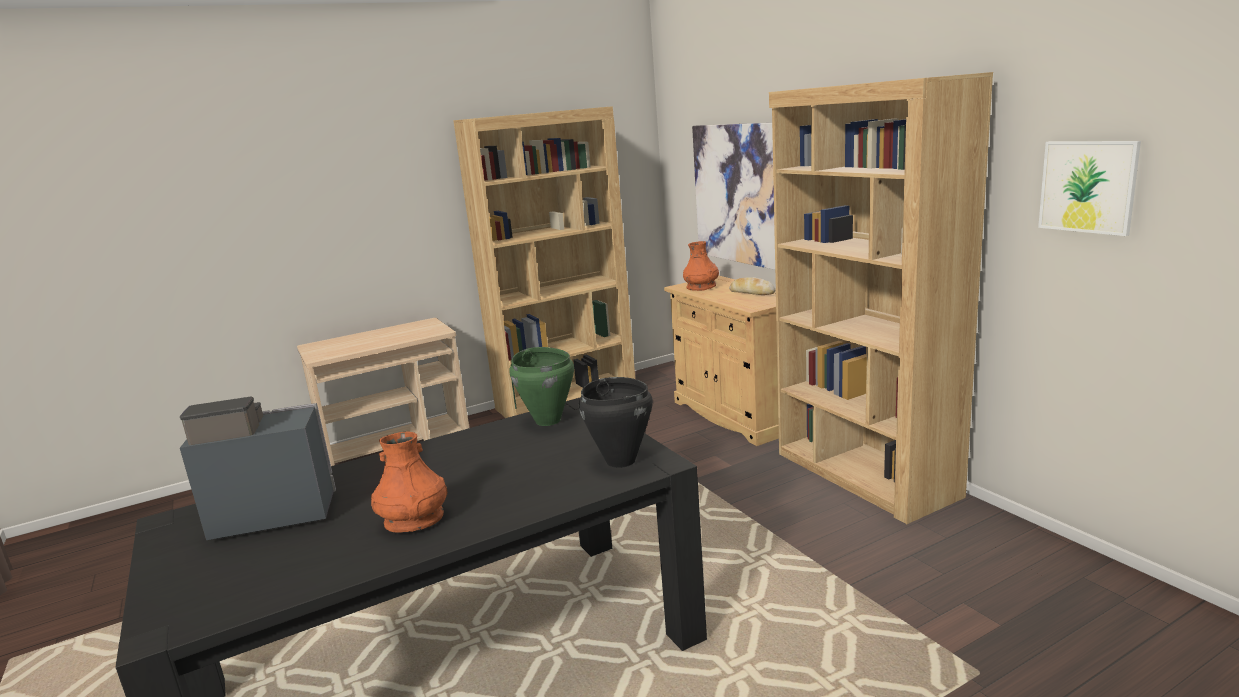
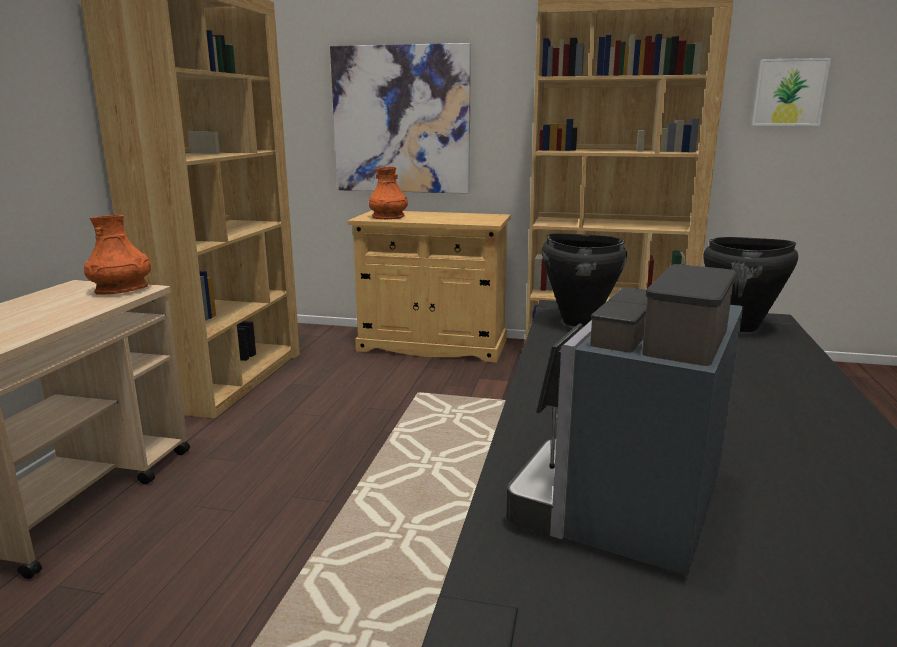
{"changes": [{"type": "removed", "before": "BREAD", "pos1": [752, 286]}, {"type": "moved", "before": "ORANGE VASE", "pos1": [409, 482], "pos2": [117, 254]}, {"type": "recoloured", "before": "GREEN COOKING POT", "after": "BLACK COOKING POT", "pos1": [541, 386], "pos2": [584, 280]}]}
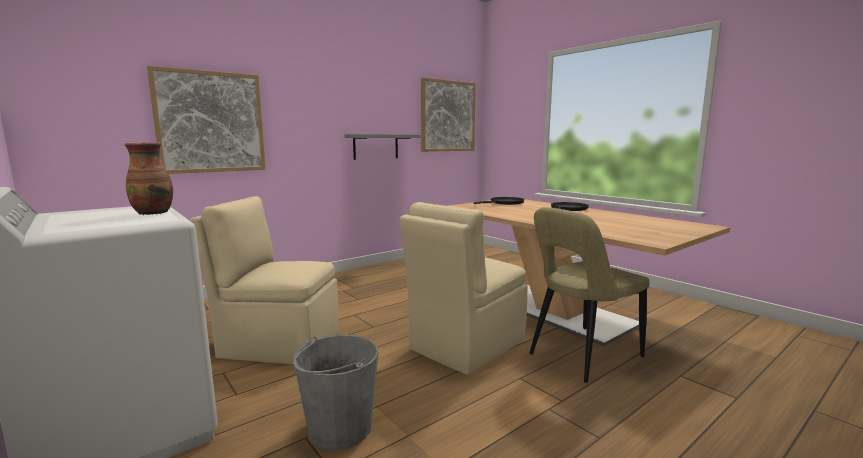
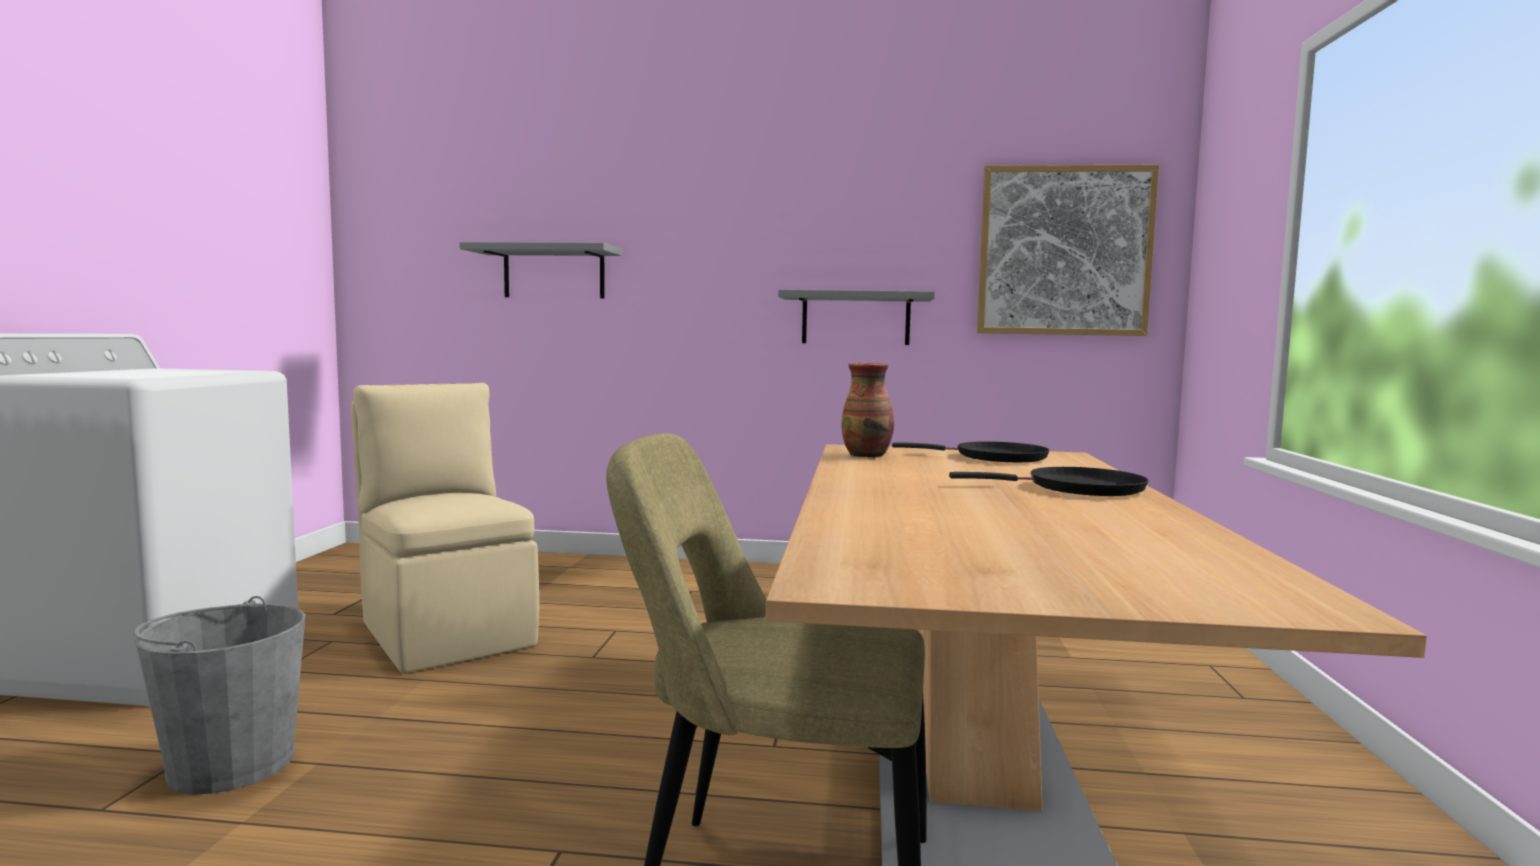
{"changes": [{"type": "removed", "before": "BEIGE CHAIR", "pos1": [463, 288]}, {"type": "moved", "before": "VASE", "pos1": [149, 179], "pos2": [868, 410]}, {"type": "replaced", "before": "PICTURE", "after": "GREY SHELF", "pos1": [206, 120], "pos2": [540, 270]}]}
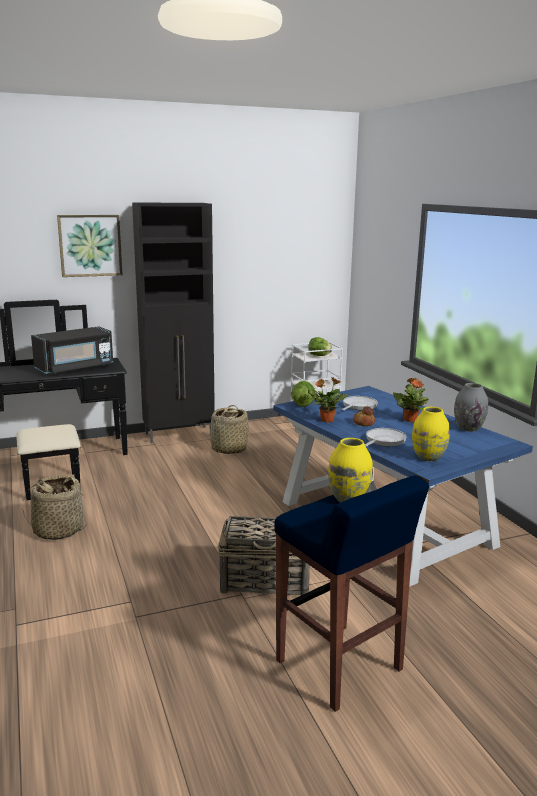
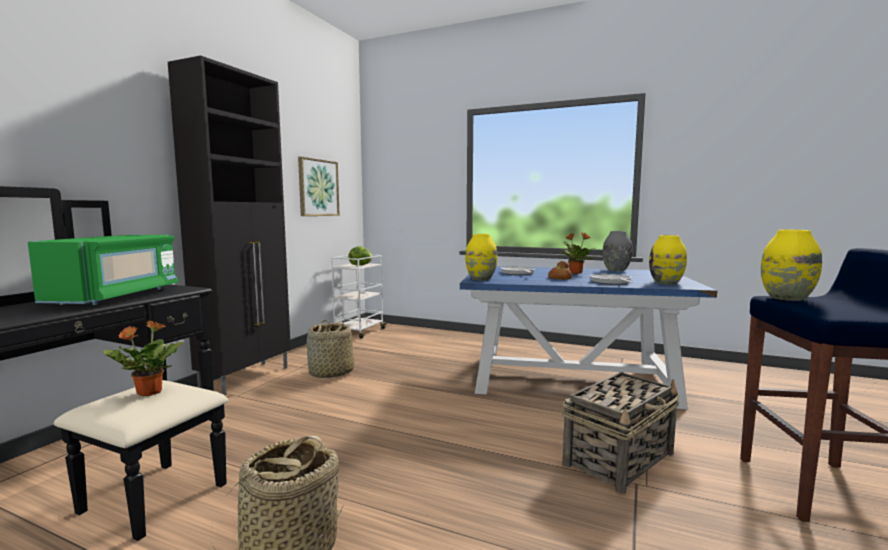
{"changes": [{"type": "moved", "before": "PICTURE", "pos1": [90, 246], "pos2": [319, 186]}, {"type": "moved", "before": "POTTED PLANT", "pos1": [328, 400], "pos2": [143, 358]}, {"type": "replaced", "before": "LETTUCE", "after": "YELLOW VASE", "pos1": [303, 394], "pos2": [481, 257]}, {"type": "recoloured", "before": "BLACK MICROWAVE", "after": "GREEN MICROWAVE", "pos1": [72, 350], "pos2": [103, 270]}]}
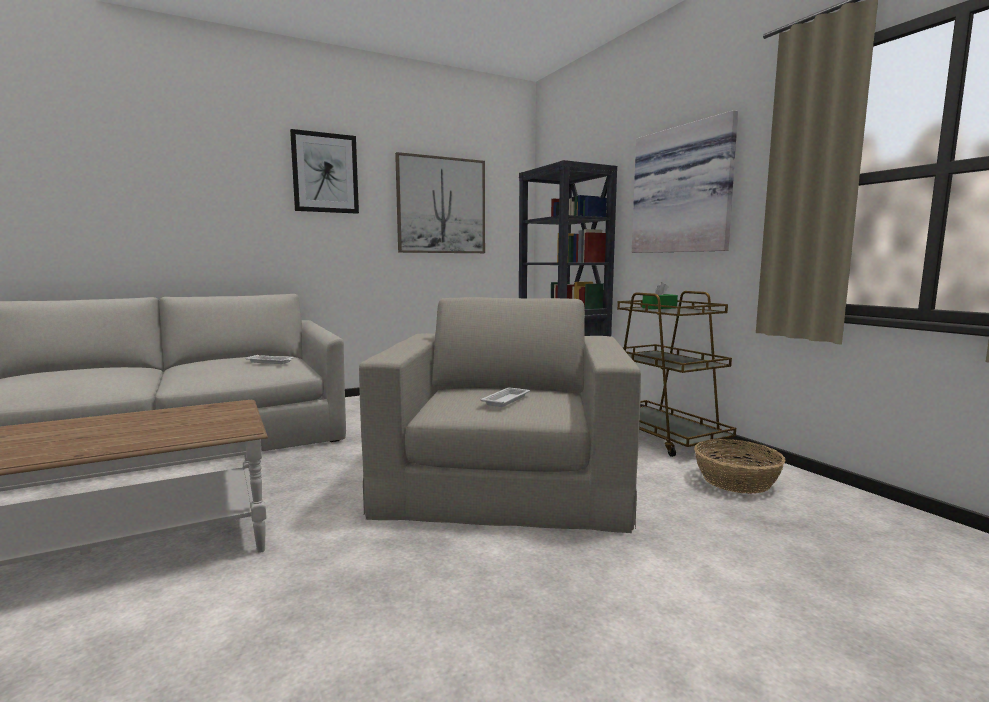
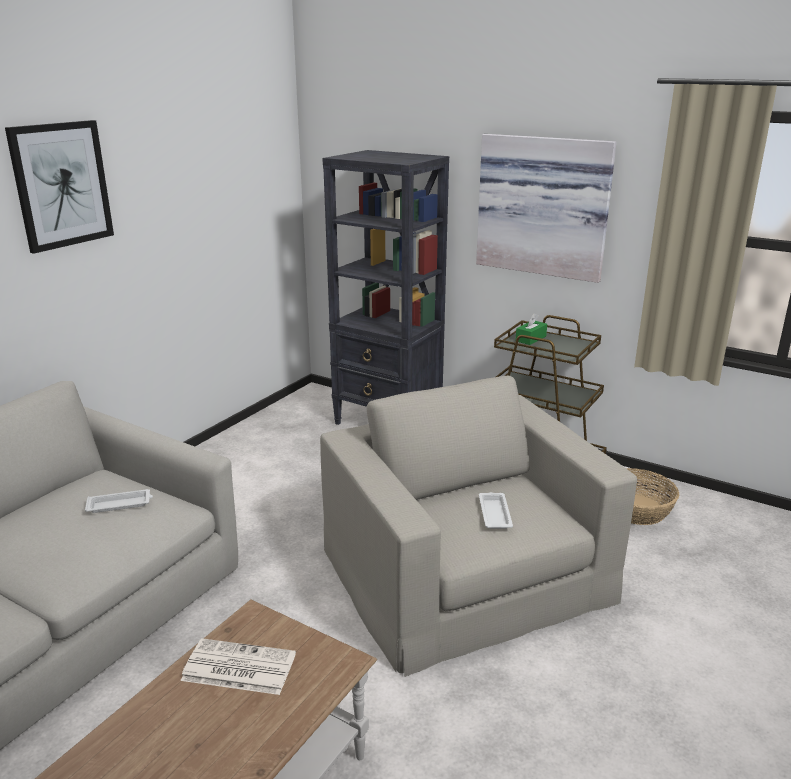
{"changes": [{"type": "removed", "before": "PICTURE", "pos1": [440, 202]}, {"type": "added", "after": "NEWSPAPER", "pos2": [238, 666]}]}
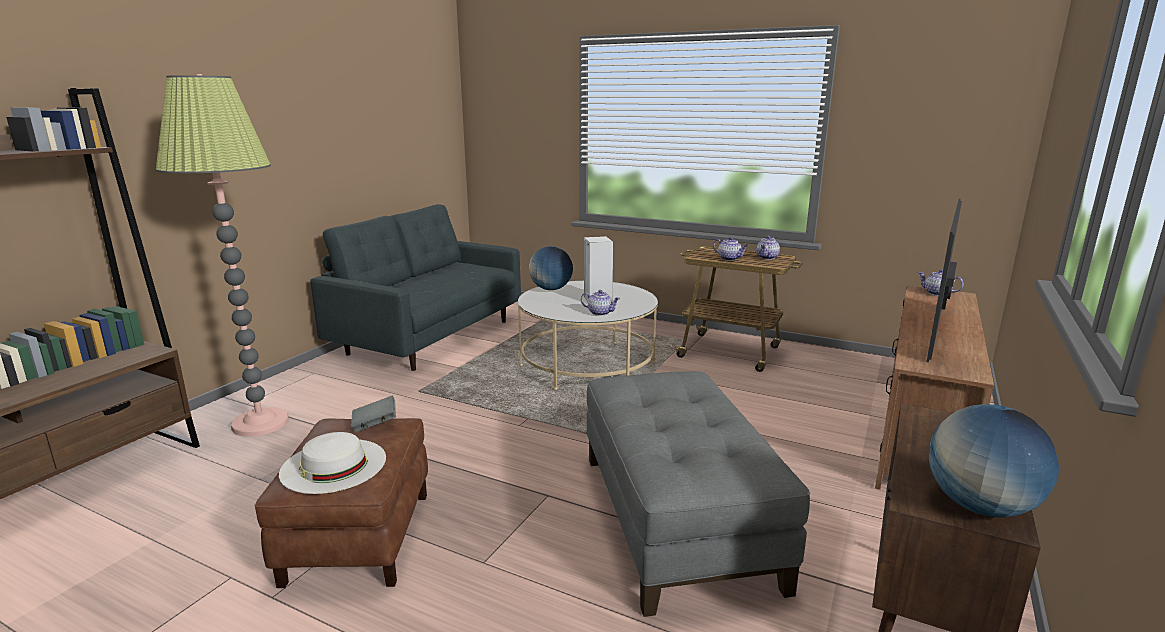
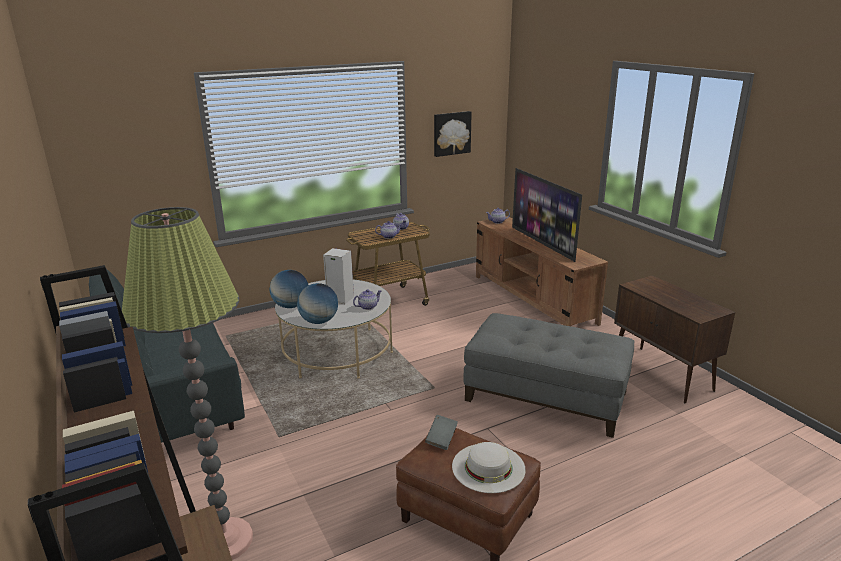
{"changes": [{"type": "added", "after": "PICTURE", "pos2": [453, 134]}, {"type": "moved", "before": "GLOBE", "pos1": [994, 461], "pos2": [317, 303]}]}
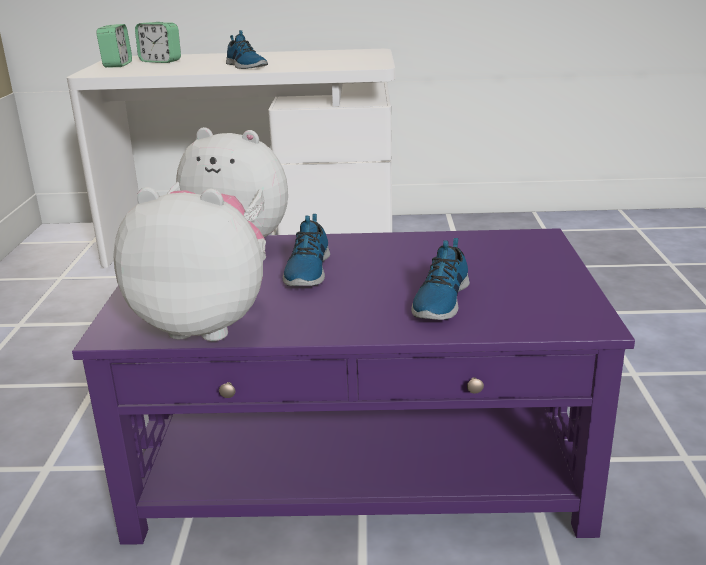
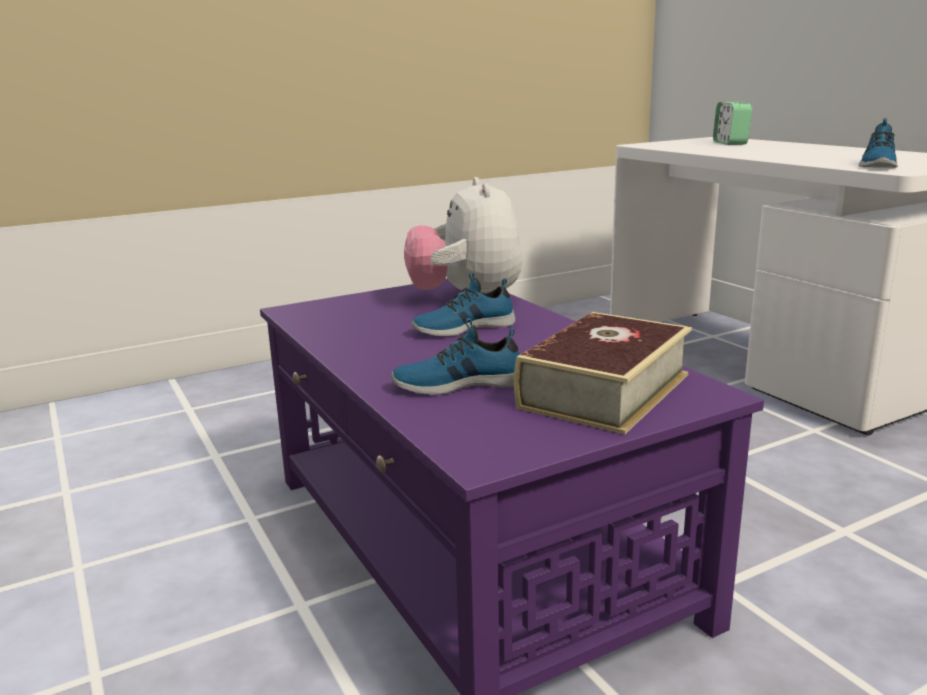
{"changes": [{"type": "removed", "before": "ALARM CLOCK", "pos1": [114, 45]}, {"type": "removed", "before": "PLUSH TOY", "pos1": [189, 264]}, {"type": "added", "after": "BOOK", "pos2": [603, 373]}, {"type": "moved", "before": "SHOE", "pos1": [247, 49], "pos2": [878, 143]}]}
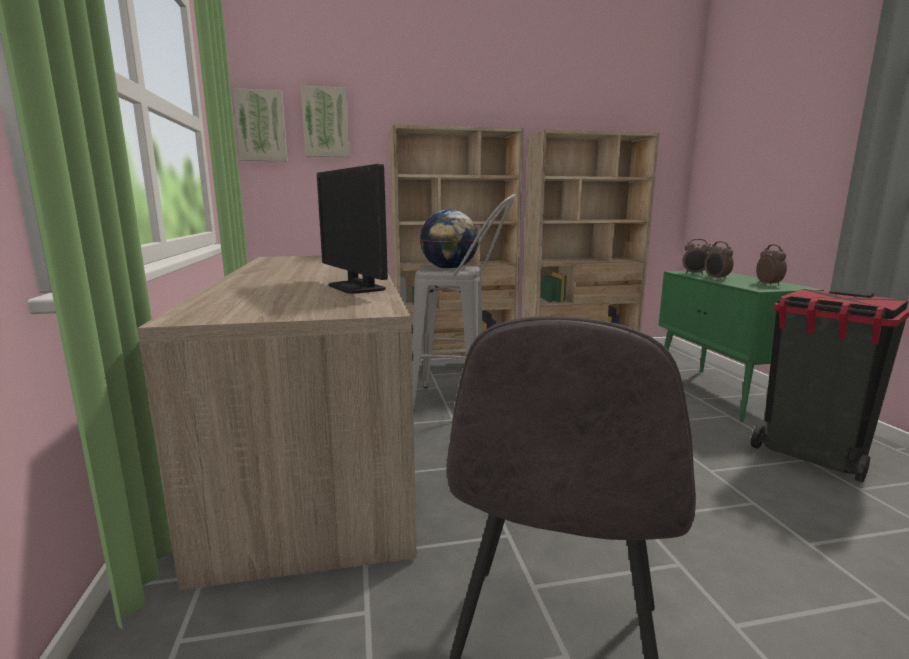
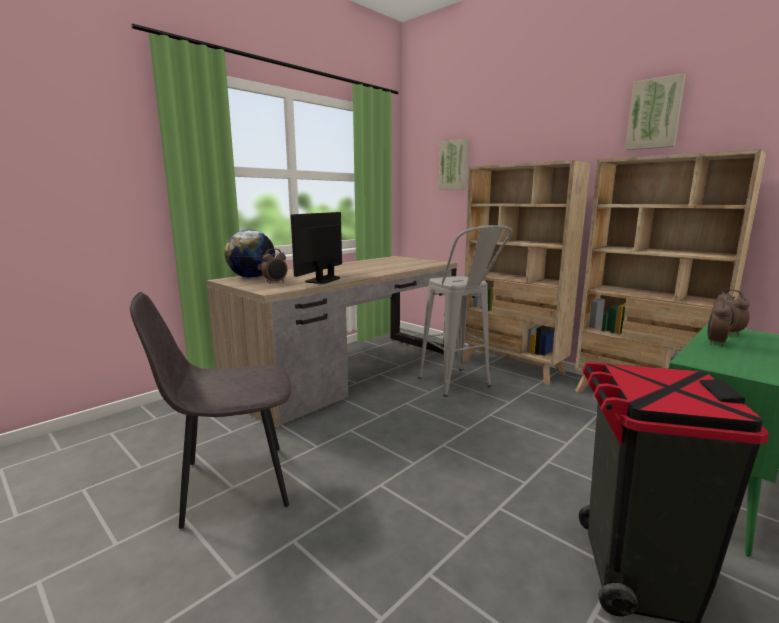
{"changes": [{"type": "moved", "before": "PICTURE", "pos1": [260, 124], "pos2": [655, 112]}, {"type": "moved", "before": "GLOBE", "pos1": [449, 239], "pos2": [250, 253]}, {"type": "moved", "before": "ALARM CLOCK", "pos1": [771, 265], "pos2": [274, 266]}]}
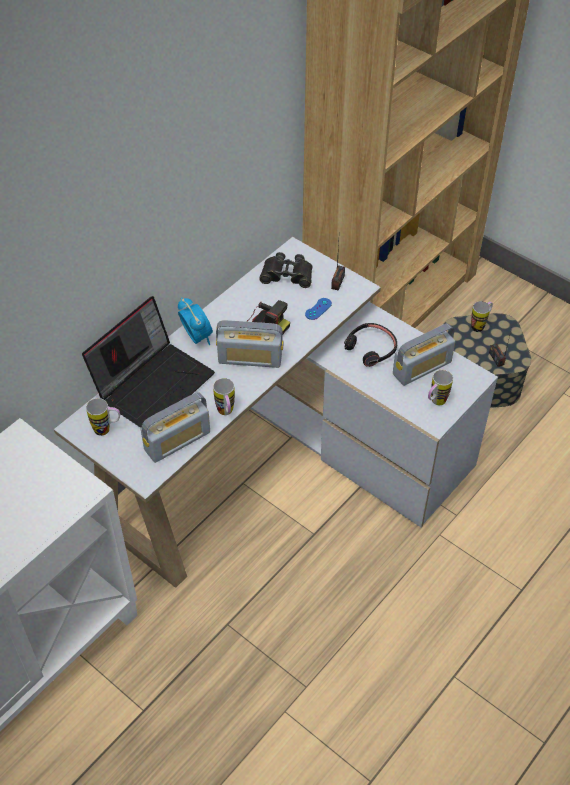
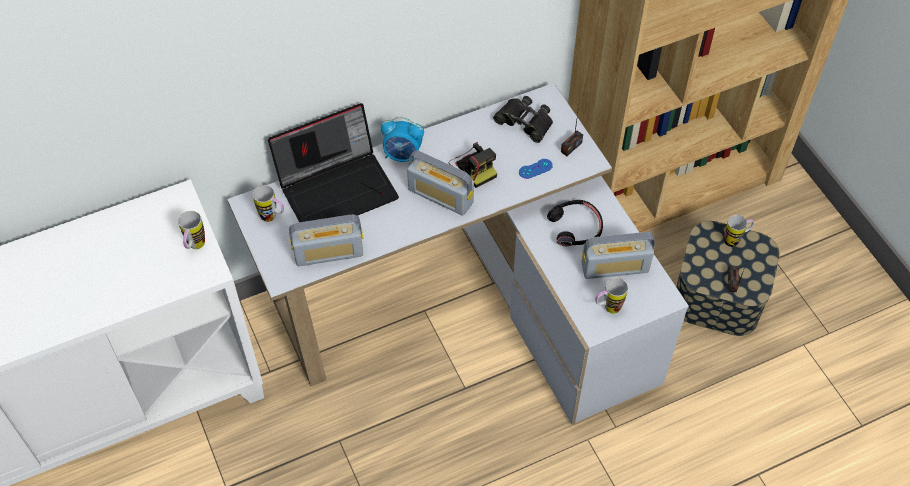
{"changes": [{"type": "moved", "before": "MUG", "pos1": [224, 396], "pos2": [191, 230]}, {"type": "turned", "before": "ALARM CLOCK", "pos1": [195, 321], "pos2": [402, 139], "turn": 105}]}
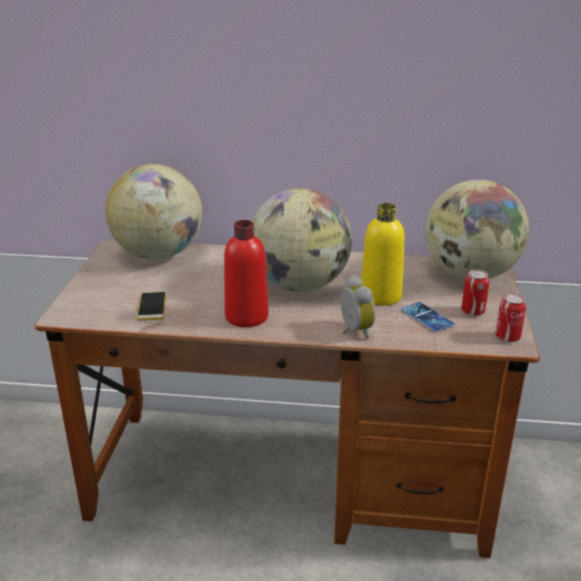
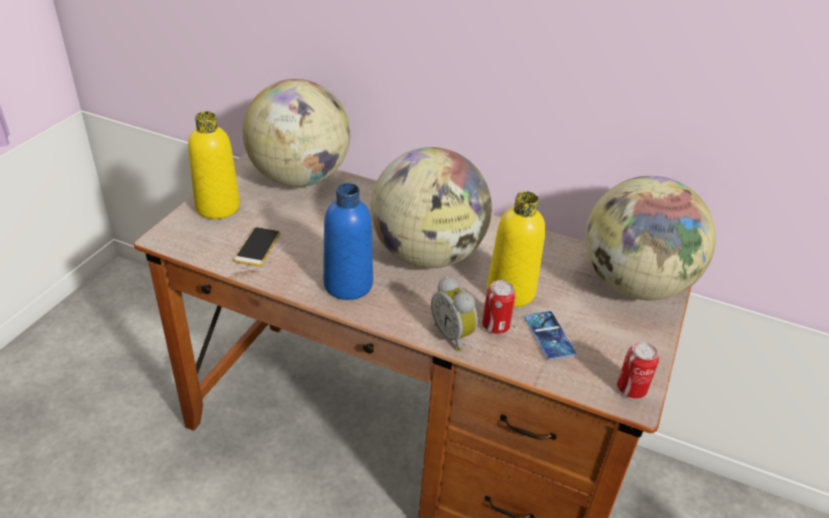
{"changes": [{"type": "added", "after": "YELLOW BOTTLE", "pos2": [214, 165]}, {"type": "moved", "before": "CAN", "pos1": [475, 292], "pos2": [499, 307]}, {"type": "recoloured", "before": "RED BOTTLE", "after": "BLUE BOTTLE", "pos1": [246, 273], "pos2": [348, 241]}, {"type": "turned", "before": "ALARM CLOCK", "pos1": [358, 307], "pos2": [454, 313], "turn": 150}]}
